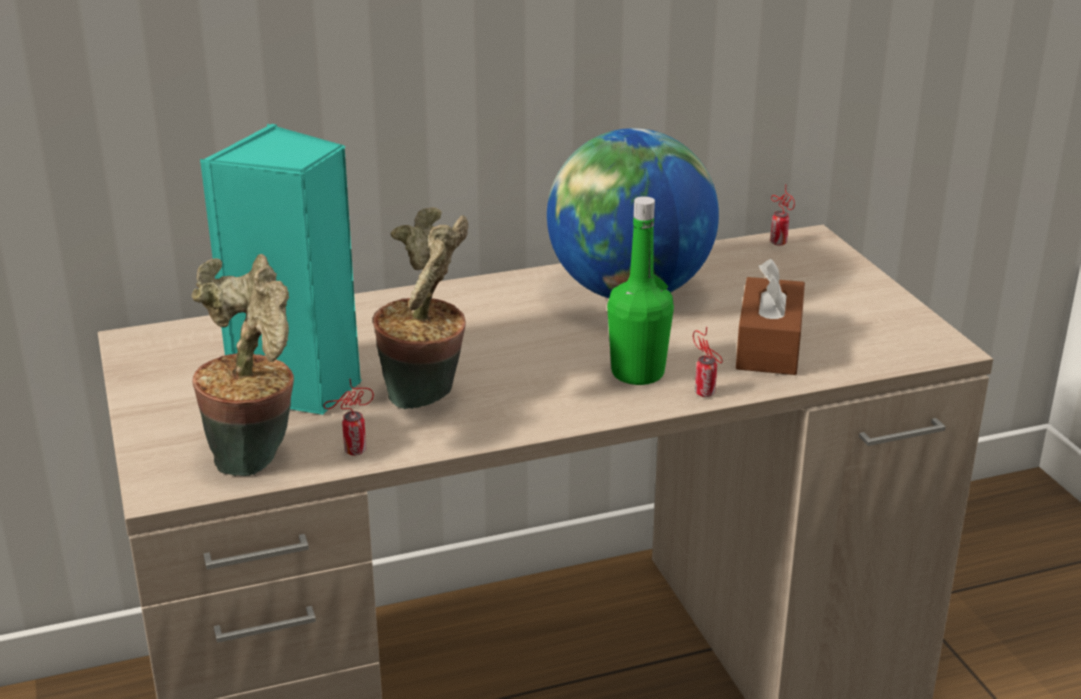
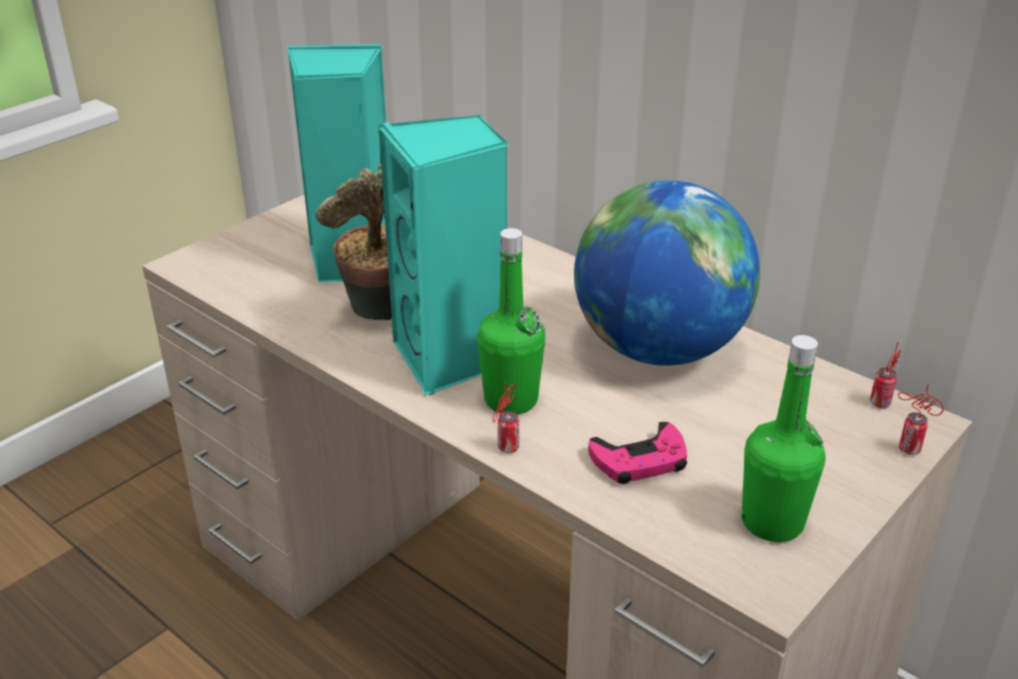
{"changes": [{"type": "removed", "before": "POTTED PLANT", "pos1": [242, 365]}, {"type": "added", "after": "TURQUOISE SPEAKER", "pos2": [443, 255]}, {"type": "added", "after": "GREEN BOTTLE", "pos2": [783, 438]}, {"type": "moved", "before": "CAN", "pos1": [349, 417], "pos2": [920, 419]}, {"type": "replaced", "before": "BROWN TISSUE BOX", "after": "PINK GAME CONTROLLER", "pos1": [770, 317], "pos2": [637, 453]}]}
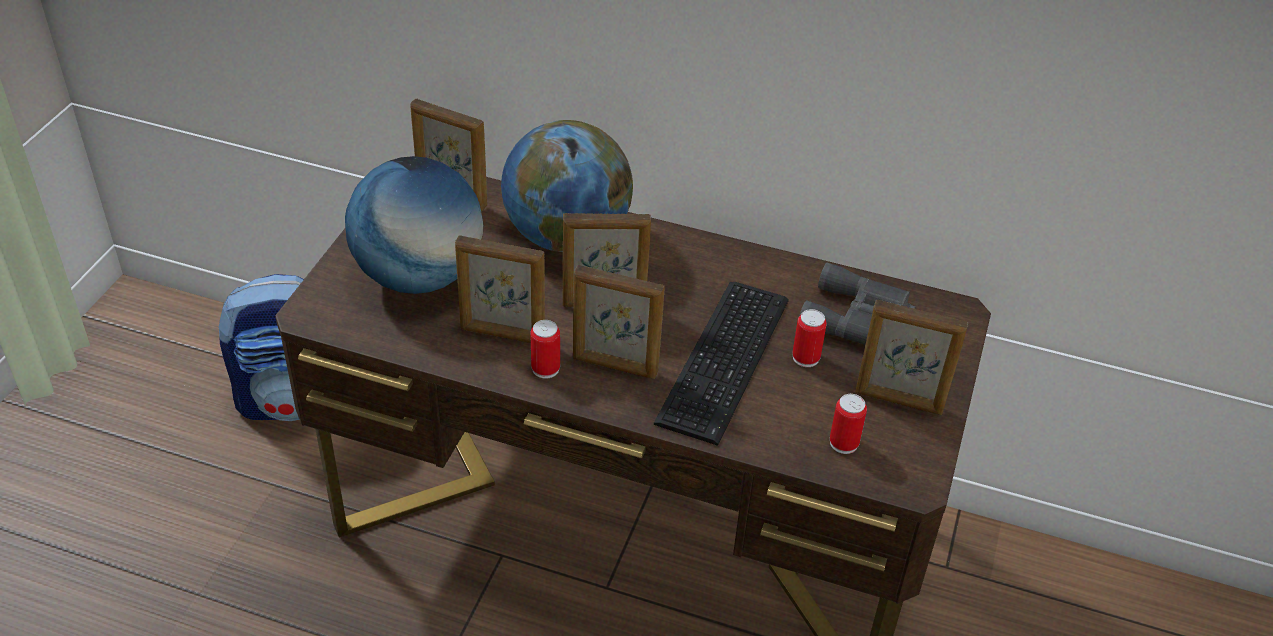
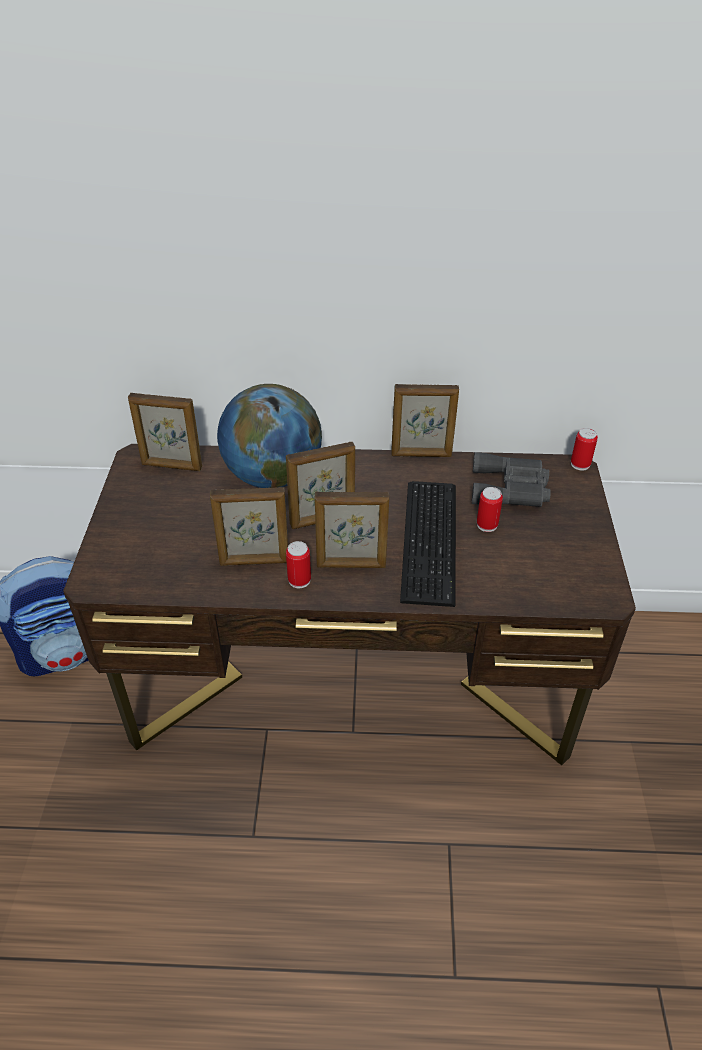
{"changes": [{"type": "removed", "before": "GLOBE", "pos1": [414, 225]}, {"type": "moved", "before": "CAN", "pos1": [848, 424], "pos2": [584, 449]}, {"type": "moved", "before": "PICTURE FRAME", "pos1": [911, 357], "pos2": [425, 420]}]}
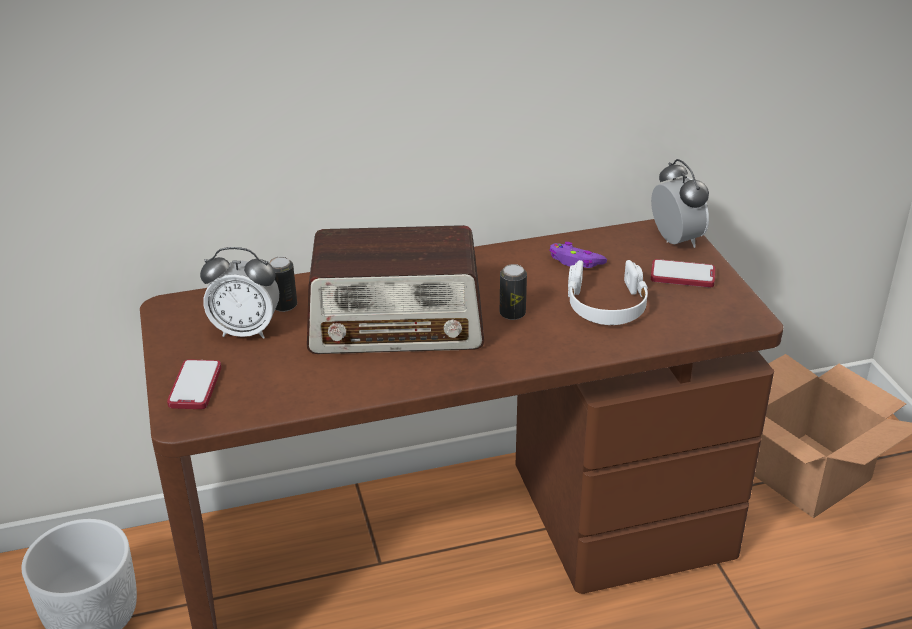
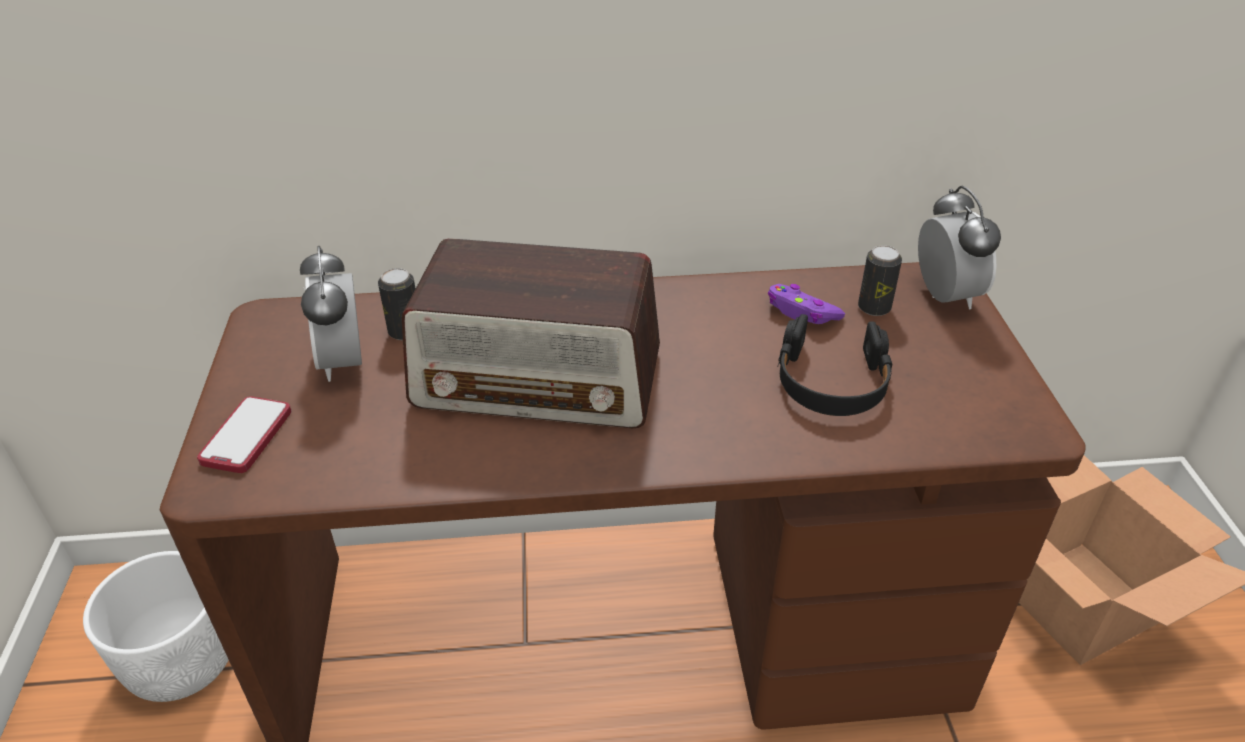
{"changes": [{"type": "removed", "before": "PHONE", "pos1": [683, 273]}, {"type": "moved", "before": "CAN", "pos1": [513, 292], "pos2": [880, 280]}, {"type": "recoloured", "before": "WHITE HEADPHONES", "after": "BLACK HEADPHONES", "pos1": [608, 292], "pos2": [835, 365]}, {"type": "turned", "before": "ALARM CLOCK", "pos1": [239, 293], "pos2": [331, 314], "turn": 60}]}
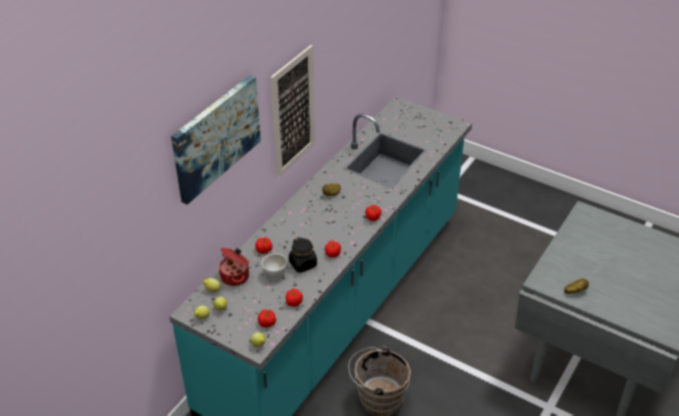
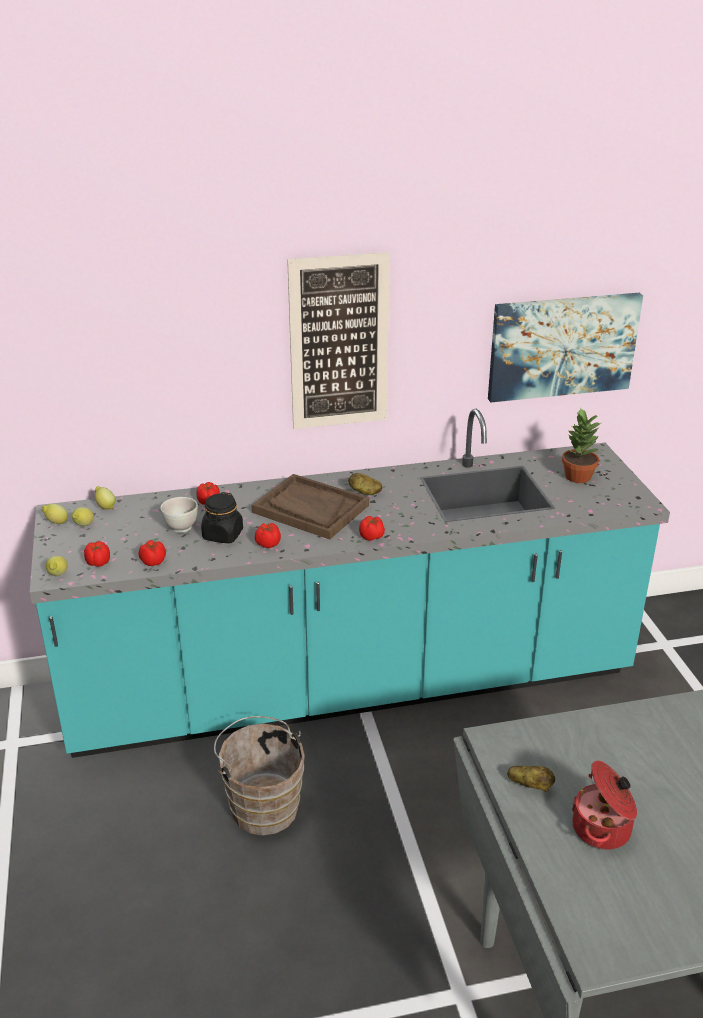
{"changes": [{"type": "added", "after": "BROWN TRAY", "pos2": [310, 507]}, {"type": "added", "after": "POTTED PLANT", "pos2": [581, 445]}, {"type": "moved", "before": "PICTURE", "pos1": [216, 140], "pos2": [565, 347]}, {"type": "moved", "before": "COOKING POT", "pos1": [233, 267], "pos2": [604, 805]}]}
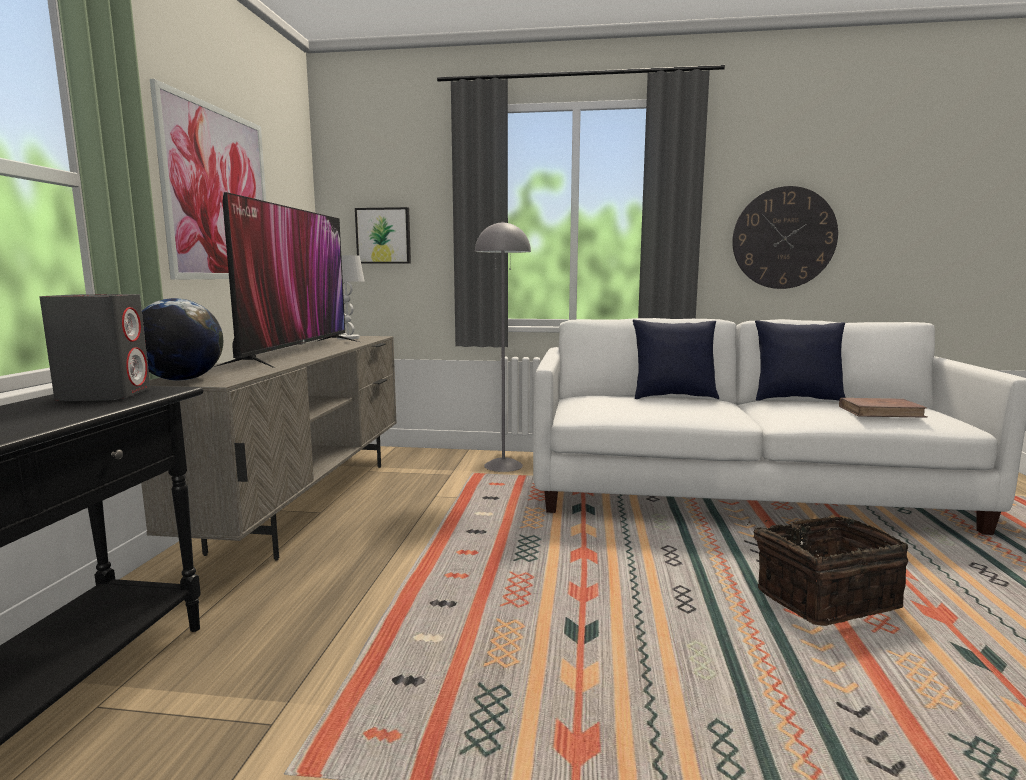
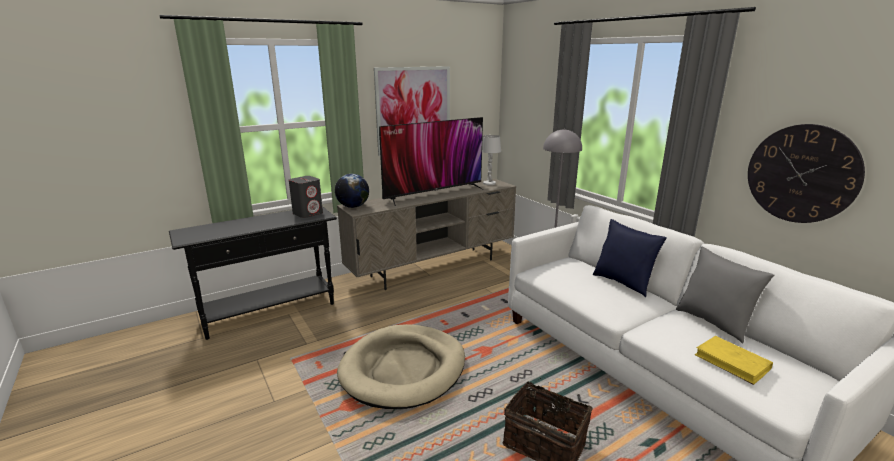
{"changes": [{"type": "removed", "before": "PICTURE", "pos1": [383, 235]}, {"type": "added", "after": "BEIGE DOG BED", "pos2": [401, 366]}, {"type": "recoloured", "before": "BLUE PILLOW", "after": "GREY PILLOW", "pos1": [800, 360], "pos2": [725, 295]}, {"type": "recoloured", "before": "BROWN BOOK", "after": "YELLOW BOOK", "pos1": [883, 408], "pos2": [734, 360]}]}
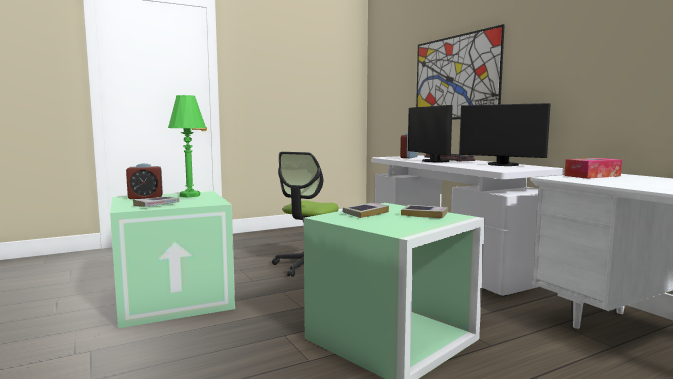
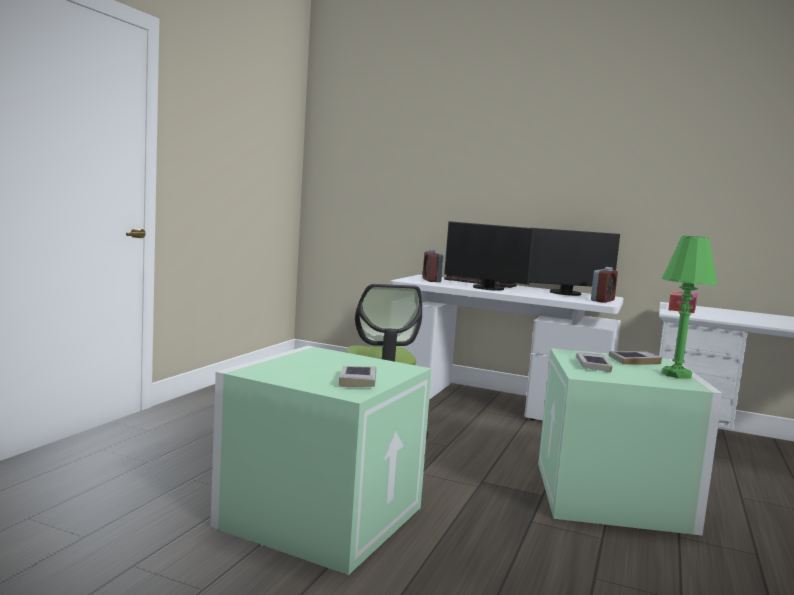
{"changes": [{"type": "removed", "before": "PICTURE", "pos1": [460, 71]}, {"type": "moved", "before": "ALARM CLOCK", "pos1": [144, 181], "pos2": [604, 285]}, {"type": "moved", "before": "GREEN TABLE LAMP", "pos1": [187, 146], "pos2": [690, 307]}]}
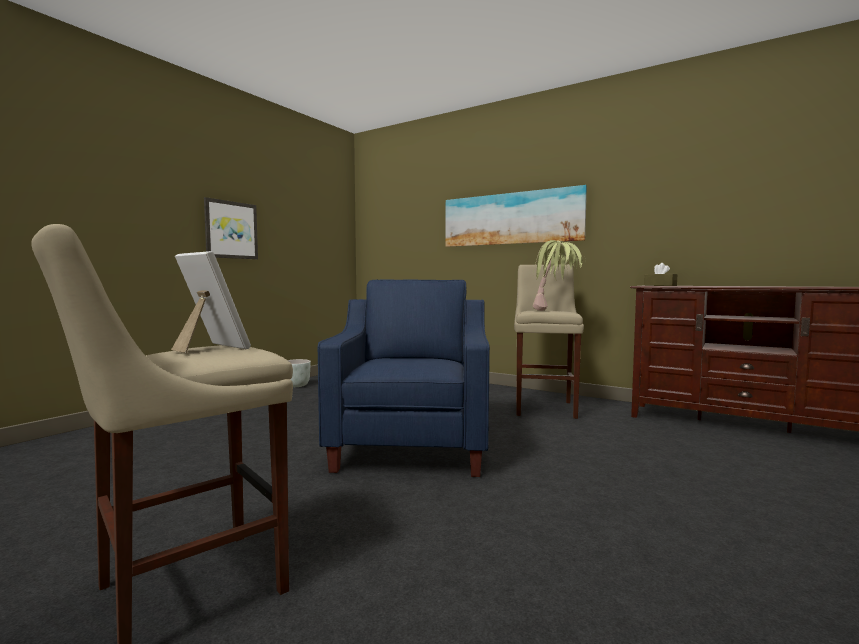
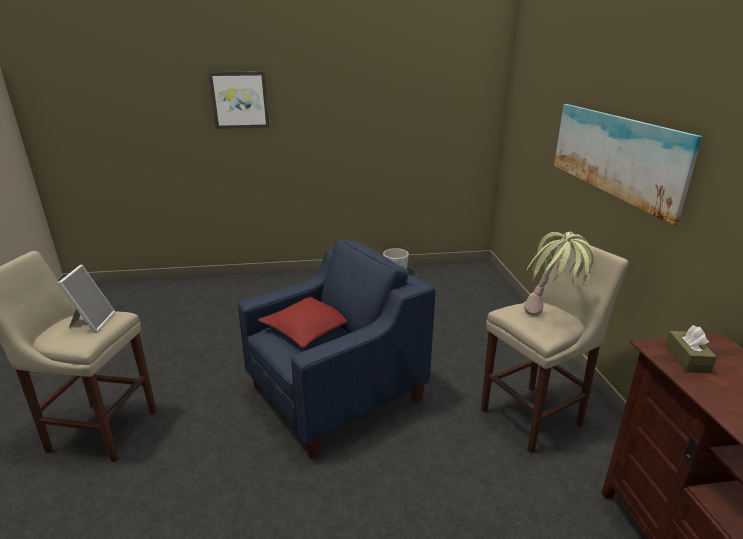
{"changes": [{"type": "added", "after": "RED PILLOW", "pos2": [302, 322]}, {"type": "moved", "before": "PICTURE", "pos1": [231, 228], "pos2": [239, 100]}]}
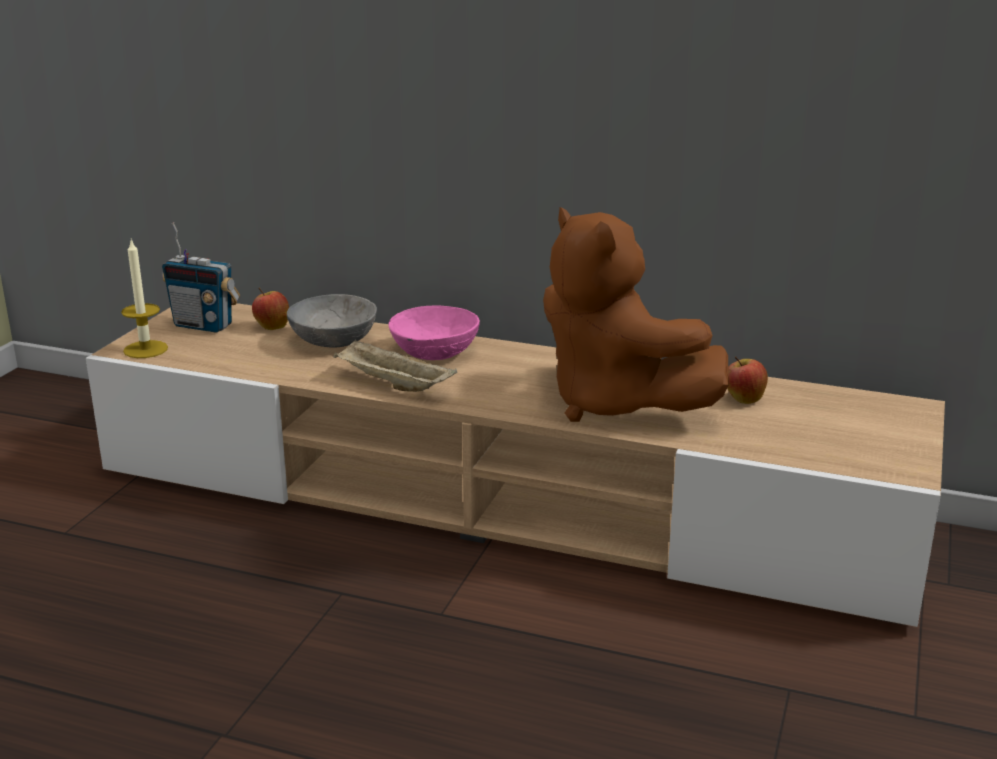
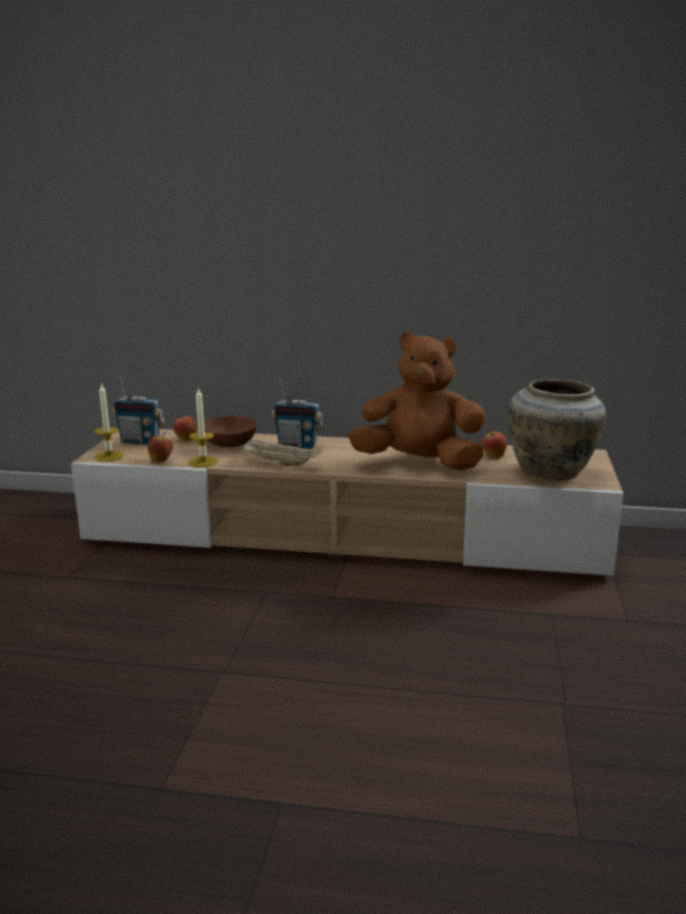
{"changes": [{"type": "added", "after": "APPLE", "pos2": [160, 447]}, {"type": "added", "after": "CANDLE", "pos2": [203, 427]}, {"type": "added", "after": "BEIGE VASE", "pos2": [557, 429]}, {"type": "replaced", "before": "PINK BOWL", "after": "RADIO", "pos1": [434, 332], "pos2": [297, 413]}, {"type": "recoloured", "before": "GREY BOWL", "after": "BROWN BOWL", "pos1": [332, 321], "pos2": [230, 431]}, {"type": "turned", "before": "BROWN PLUSH TOY", "pos1": [636, 314], "pos2": [417, 401], "turn": 150}]}
